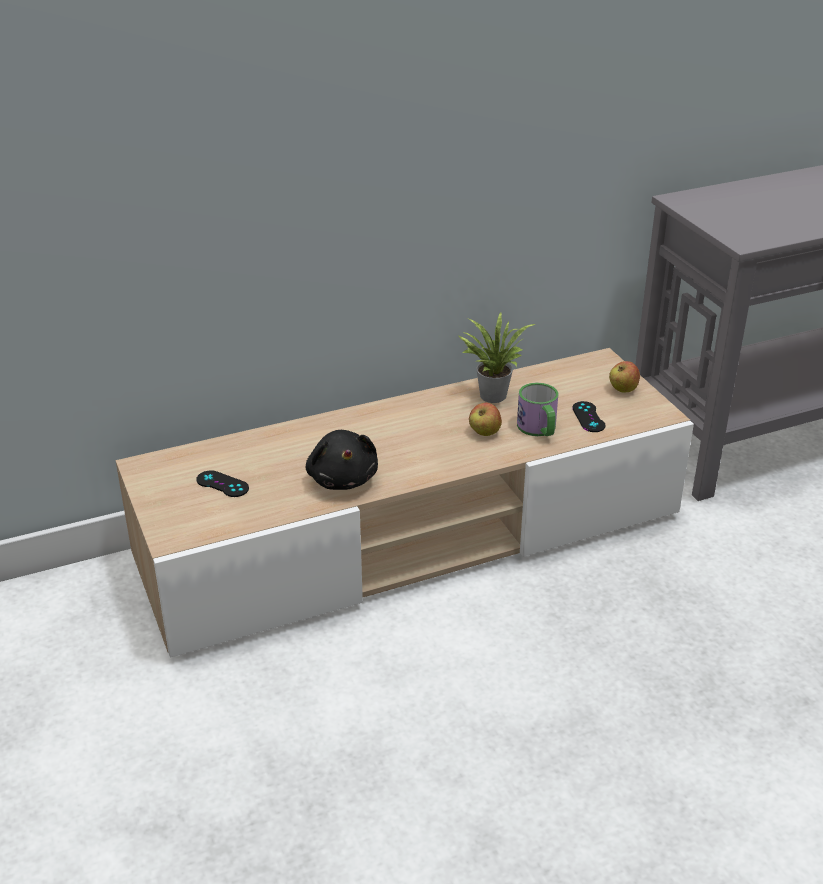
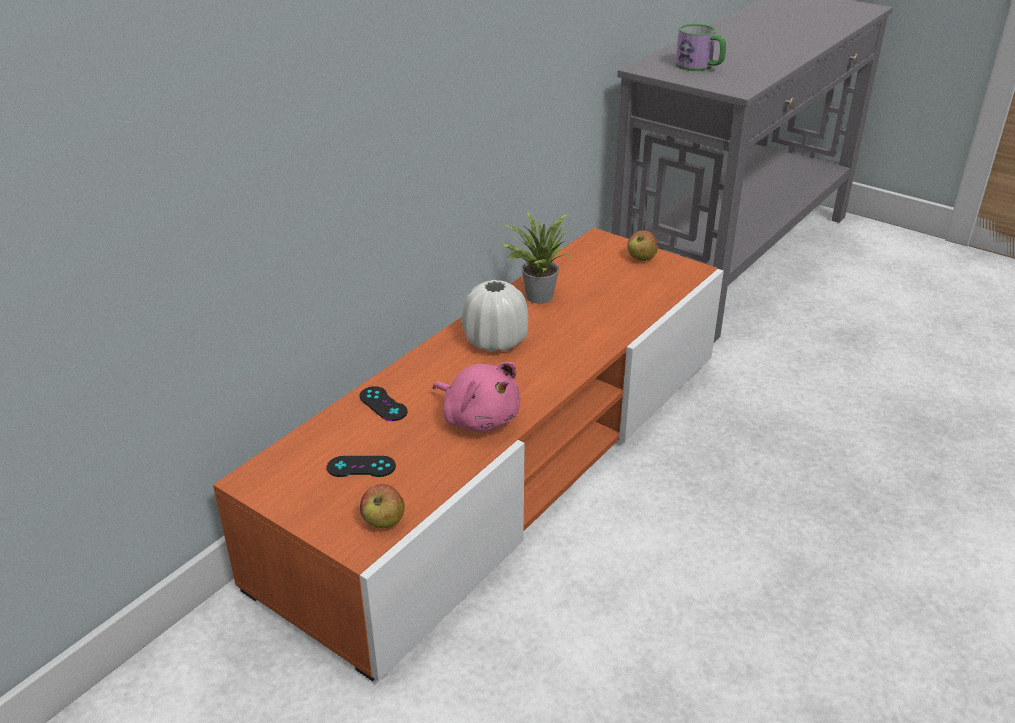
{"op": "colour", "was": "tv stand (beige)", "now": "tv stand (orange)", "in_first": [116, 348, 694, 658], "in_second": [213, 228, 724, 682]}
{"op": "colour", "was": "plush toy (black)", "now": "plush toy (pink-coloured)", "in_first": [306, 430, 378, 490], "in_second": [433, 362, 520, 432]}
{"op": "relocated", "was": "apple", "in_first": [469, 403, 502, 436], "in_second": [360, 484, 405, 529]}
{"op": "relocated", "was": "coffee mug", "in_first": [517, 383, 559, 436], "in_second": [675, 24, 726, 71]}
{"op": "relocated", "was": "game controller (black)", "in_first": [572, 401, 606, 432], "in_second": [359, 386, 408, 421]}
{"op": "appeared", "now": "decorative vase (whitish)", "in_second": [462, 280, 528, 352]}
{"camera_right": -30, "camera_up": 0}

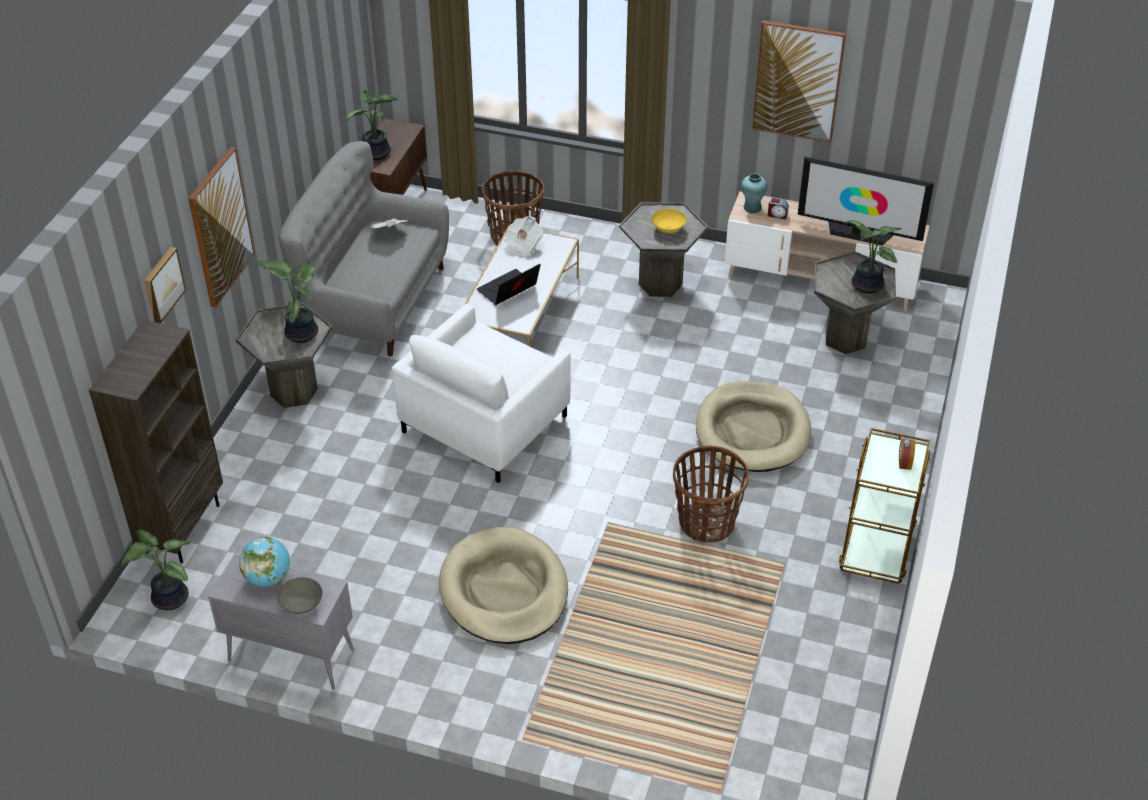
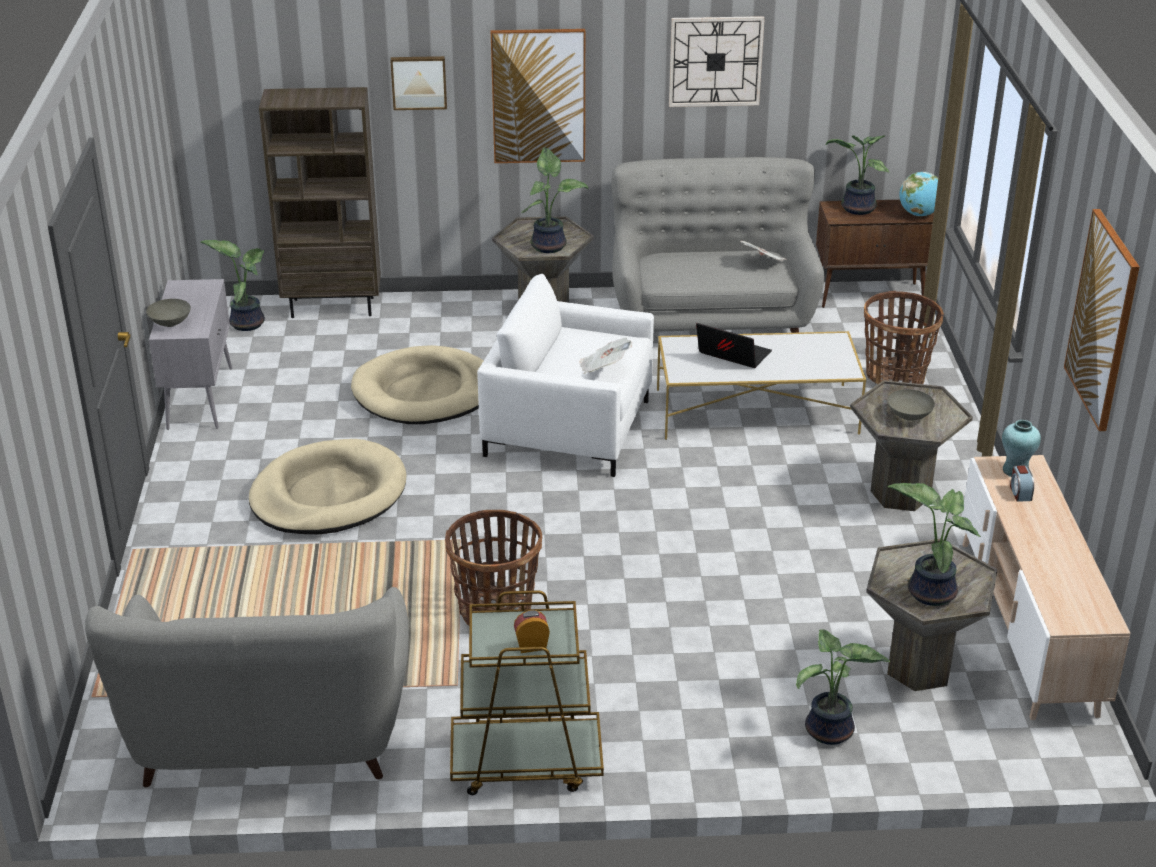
{"op": "relocated", "was": "desk globe", "in_first": [239, 537, 290, 587], "in_second": [899, 172, 938, 216]}
{"op": "relocated", "was": "printed paper", "in_first": [504, 216, 543, 257], "in_second": [579, 337, 632, 374]}
{"op": "colour", "was": "deep dish (yellow)", "now": "deep dish (gray)", "in_first": [652, 209, 686, 233], "in_second": [887, 389, 935, 421]}
{"op": "relocated", "was": "dog cushion (beige)", "in_first": [696, 381, 811, 472], "in_second": [351, 345, 483, 424]}
{"op": "missing", "was": "TV", "in_first": [798, 156, 934, 246]}
{"op": "appeared", "now": "settee (gray)", "in_second": [85, 587, 409, 787]}
{"op": "appeared", "now": "clock on the wall", "in_second": [669, 16, 765, 107]}
{"op": "appeared", "now": "plant in a pot", "in_second": [796, 629, 890, 745]}
{"camera_right": 70, "camera_up": -10}

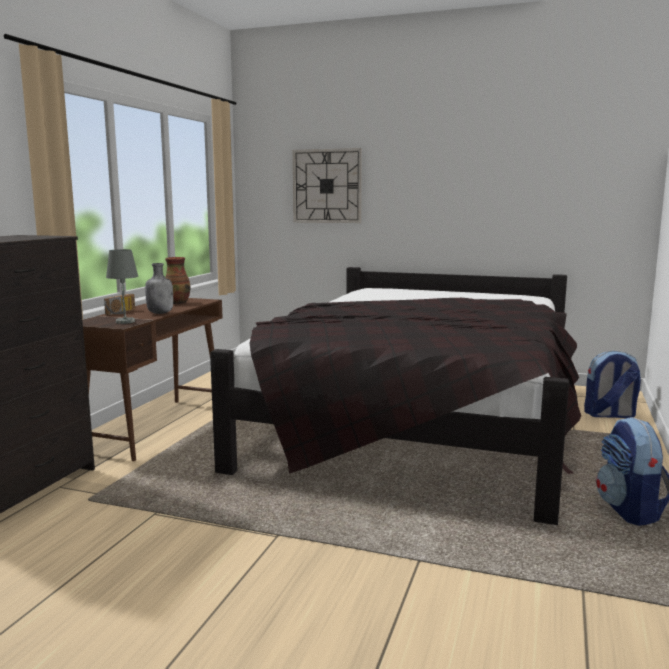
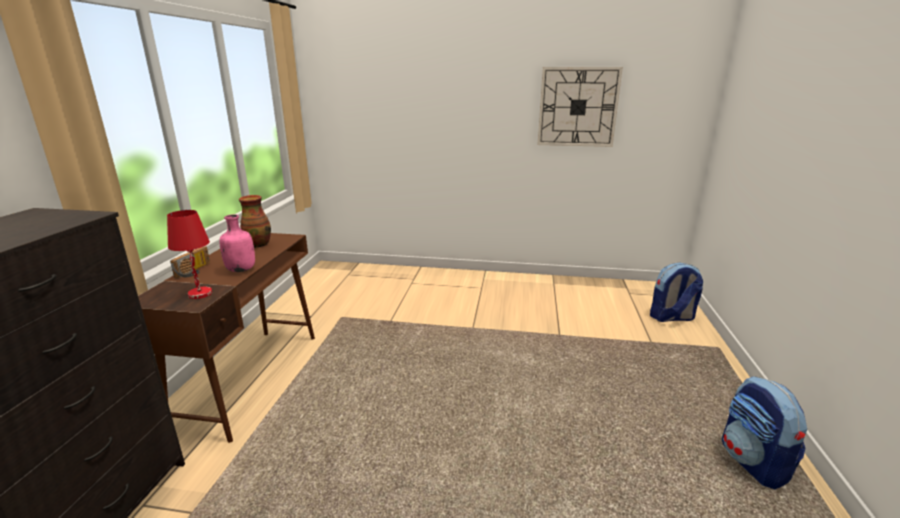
{"op": "colour", "was": "tabletop lamp (gray)", "now": "tabletop lamp (reddish)", "in_first": [106, 249, 138, 324], "in_second": [167, 210, 212, 299]}
{"op": "colour", "was": "beverage bottle (gray)", "now": "beverage bottle (pink-coloured)", "in_first": [145, 263, 173, 314], "in_second": [219, 214, 255, 272]}
{"op": "missing", "was": "bedroom bed (black)", "in_first": [210, 267, 581, 525]}
{"op": "relocated", "was": "clock on the wall", "in_first": [293, 148, 362, 223], "in_second": [537, 67, 623, 147]}
{"camera_right": -10, "camera_up": 10}

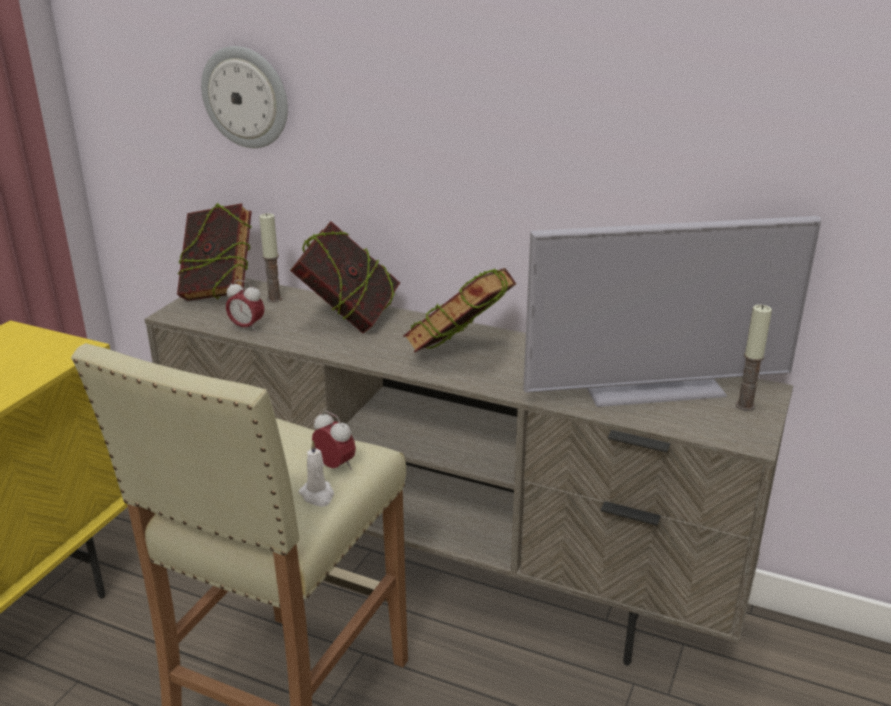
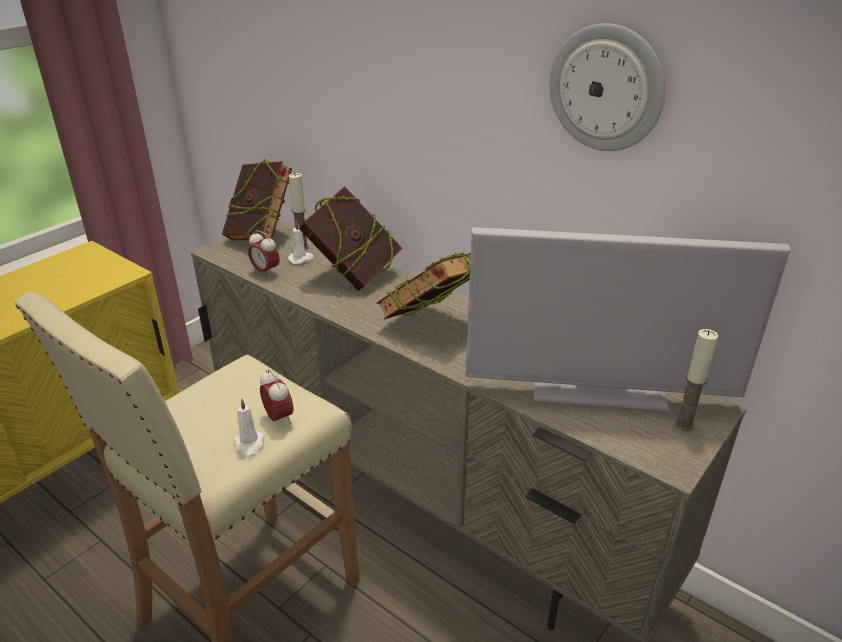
{"op": "relocated", "was": "clock on the wall", "in_first": [201, 46, 288, 148], "in_second": [550, 23, 665, 151]}
{"op": "appeared", "now": "wax light (whitish)", "in_second": [288, 220, 314, 264]}
{"camera_right": 15, "camera_up": 5}

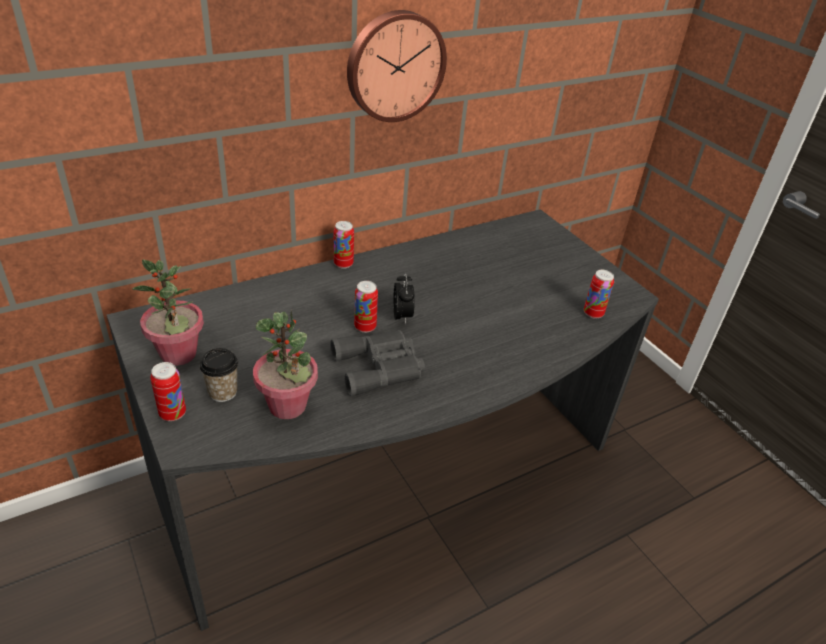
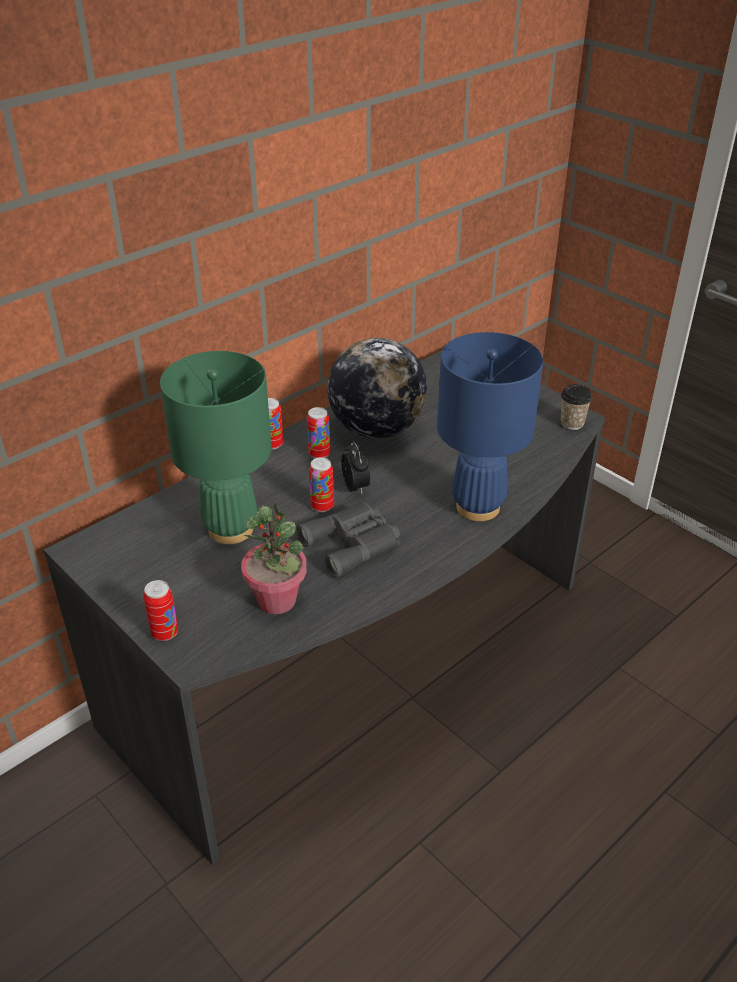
{"op": "missing", "was": "plant in a pot", "in_first": [132, 260, 204, 366]}
{"op": "relocated", "was": "small cup", "in_first": [200, 348, 238, 402], "in_second": [561, 384, 592, 430]}
{"op": "missing", "was": "clock on the wall", "in_first": [347, 10, 447, 122]}
{"op": "relocated", "was": "sealed can", "in_first": [584, 270, 614, 319], "in_second": [307, 407, 330, 458]}
{"op": "appeared", "now": "tabletop lamp (green)", "in_second": [160, 351, 272, 544]}
{"op": "appeared", "now": "desk globe", "in_second": [327, 338, 427, 439]}
{"op": "appeared", "now": "tabletop lamp (blue-coloured)", "in_second": [437, 332, 543, 521]}
{"camera_right": -10, "camera_up": 0}

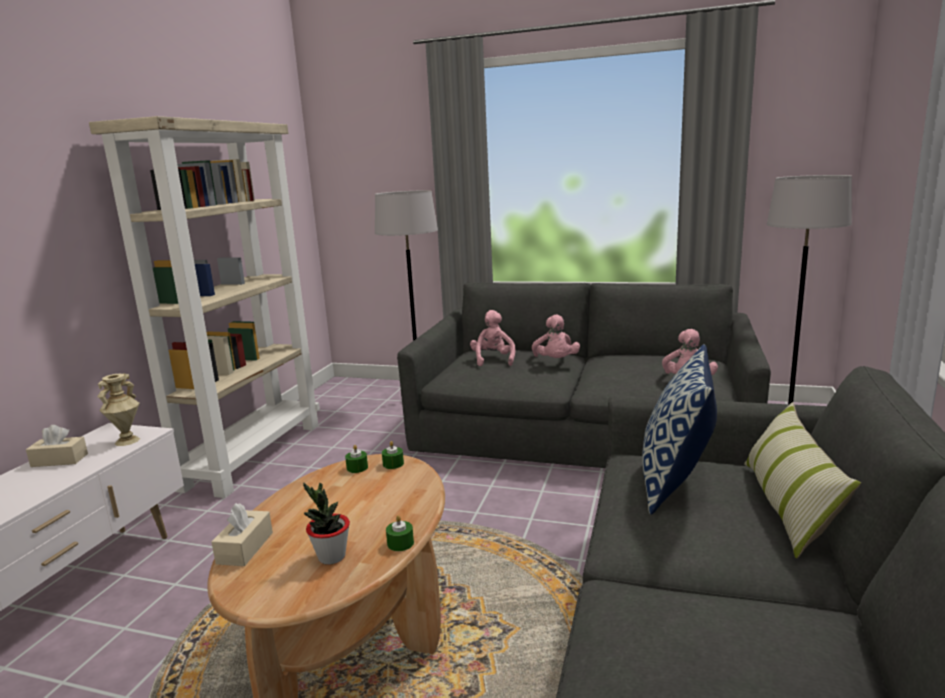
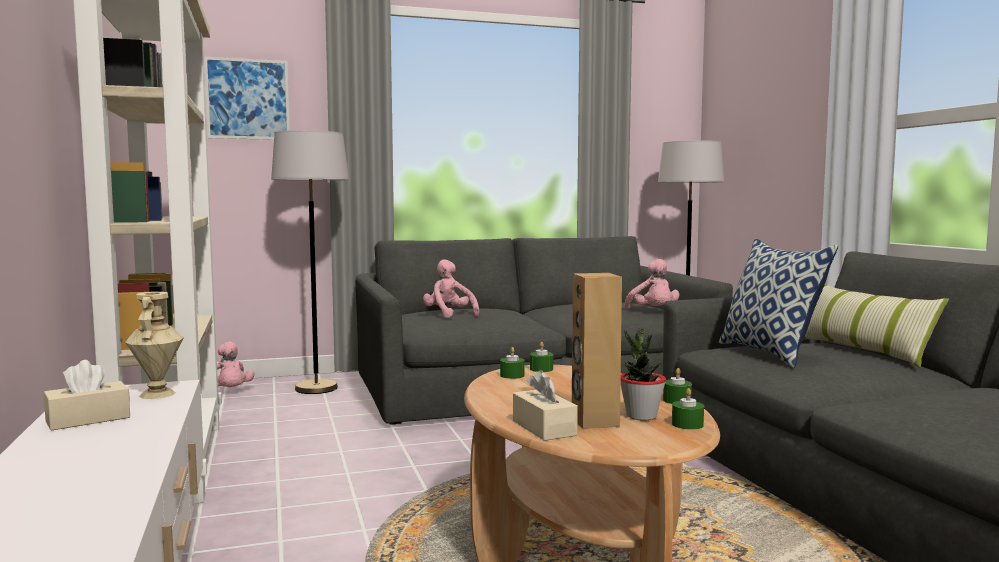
{"op": "relocated", "was": "plush toy (pink-coloured)", "in_first": [532, 314, 580, 358], "in_second": [200, 341, 255, 387]}
{"op": "appeared", "now": "wall art", "in_second": [204, 57, 290, 140]}
{"op": "appeared", "now": "audio speaker (brown)", "in_second": [572, 273, 622, 429]}
{"op": "appeared", "now": "wax light (green)", "in_second": [672, 388, 704, 430]}
{"camera_right": -35, "camera_up": -10}

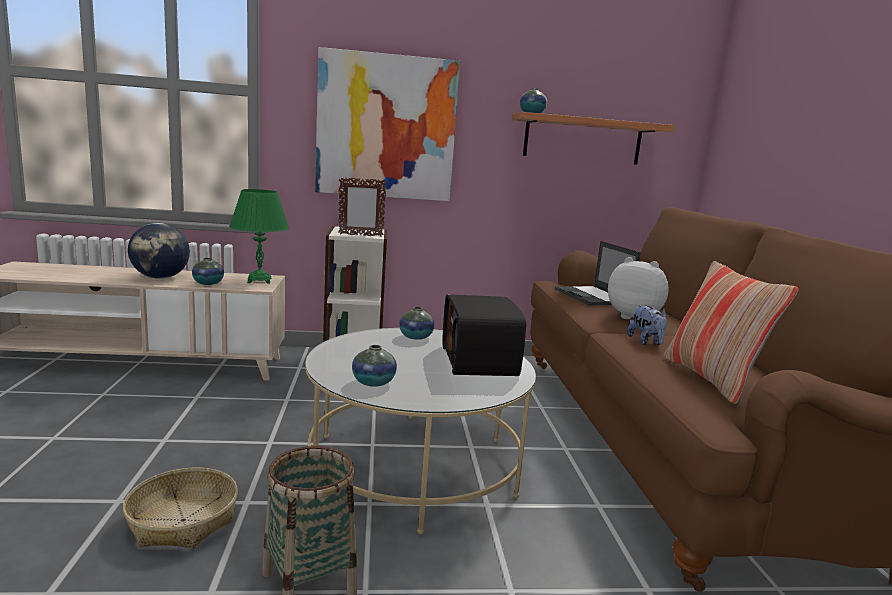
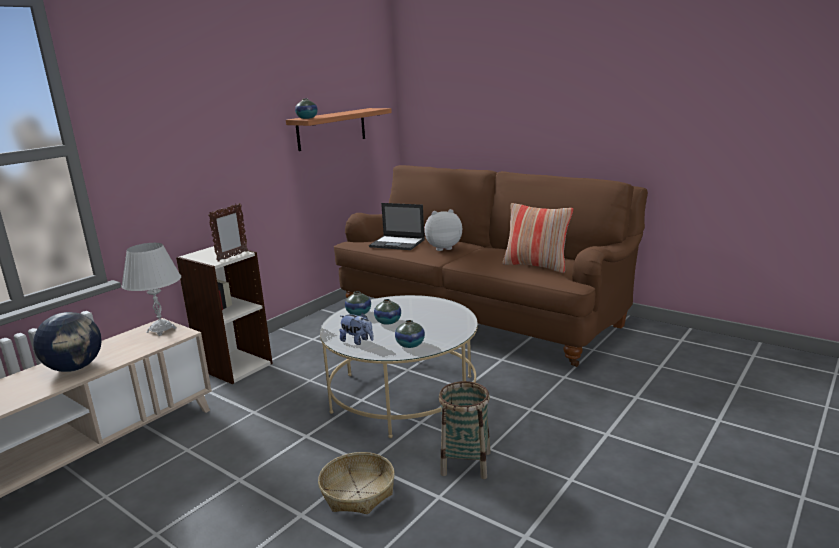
{"op": "relocated", "was": "decorative vase", "in_first": [192, 258, 224, 285], "in_second": [374, 299, 401, 325]}
{"op": "colour", "was": "tabletop lamp (green)", "now": "tabletop lamp (whitish)", "in_first": [229, 189, 289, 284], "in_second": [121, 243, 181, 336]}
{"op": "missing", "was": "wall art", "in_first": [315, 47, 460, 201]}
{"op": "missing", "was": "radio receiver", "in_first": [442, 294, 526, 376]}
{"op": "relocated", "was": "plush toy", "in_first": [627, 305, 668, 345], "in_second": [340, 313, 374, 345]}
{"camera_right": -45, "camera_up": 5}

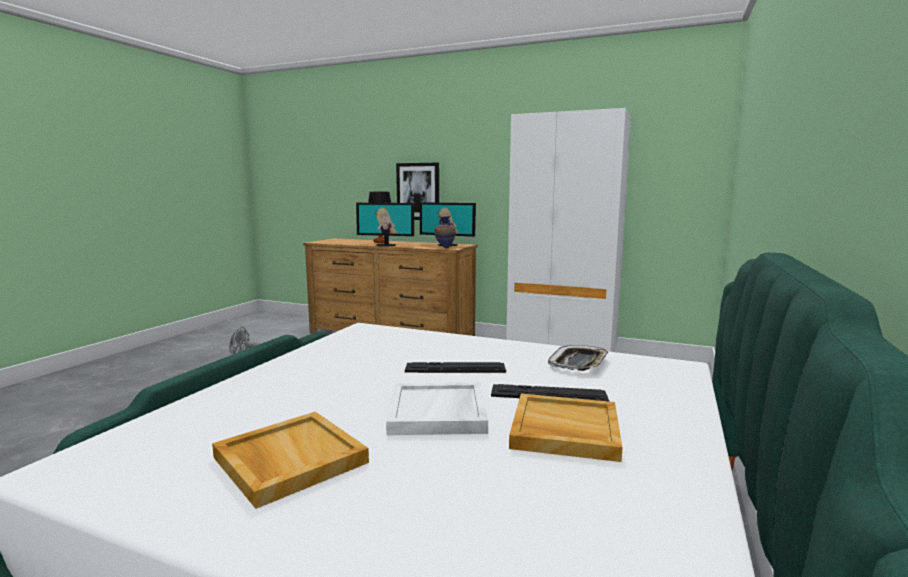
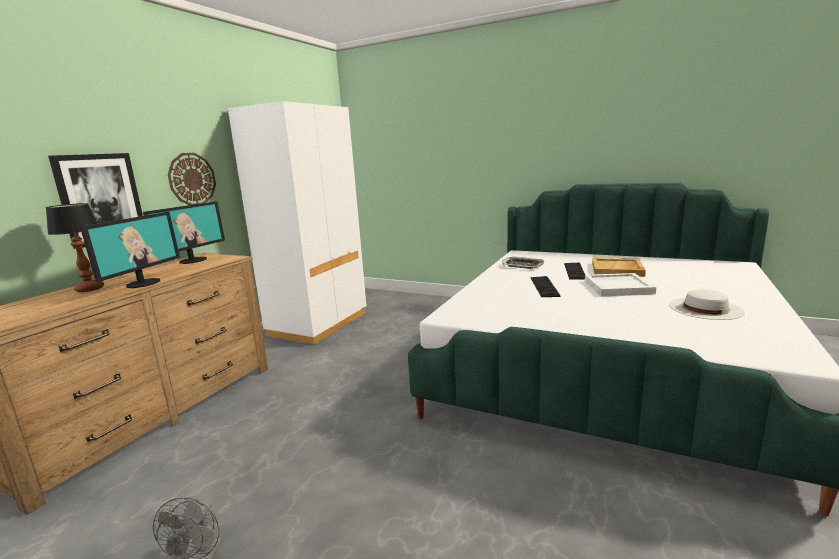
{"op": "exchanged", "was": "tray (beige)", "now": "hat (whitish)", "in_first": [212, 412, 369, 509], "in_second": [669, 289, 745, 320]}
{"op": "missing", "was": "decorative vase", "in_first": [435, 215, 456, 248]}
{"op": "appeared", "now": "clock on the wall", "in_second": [168, 153, 216, 205]}
{"camera_right": -85, "camera_up": 5}

